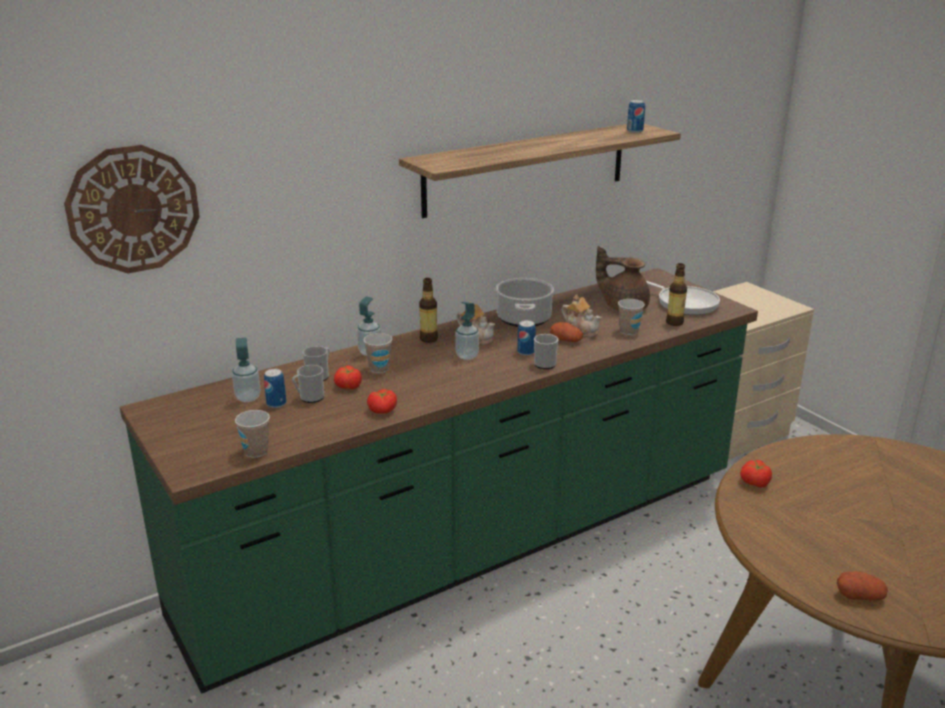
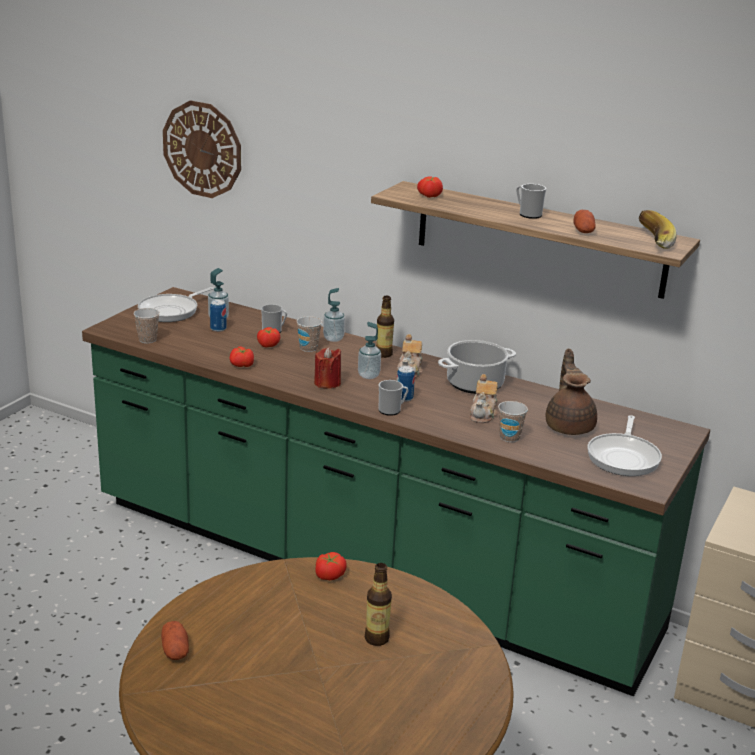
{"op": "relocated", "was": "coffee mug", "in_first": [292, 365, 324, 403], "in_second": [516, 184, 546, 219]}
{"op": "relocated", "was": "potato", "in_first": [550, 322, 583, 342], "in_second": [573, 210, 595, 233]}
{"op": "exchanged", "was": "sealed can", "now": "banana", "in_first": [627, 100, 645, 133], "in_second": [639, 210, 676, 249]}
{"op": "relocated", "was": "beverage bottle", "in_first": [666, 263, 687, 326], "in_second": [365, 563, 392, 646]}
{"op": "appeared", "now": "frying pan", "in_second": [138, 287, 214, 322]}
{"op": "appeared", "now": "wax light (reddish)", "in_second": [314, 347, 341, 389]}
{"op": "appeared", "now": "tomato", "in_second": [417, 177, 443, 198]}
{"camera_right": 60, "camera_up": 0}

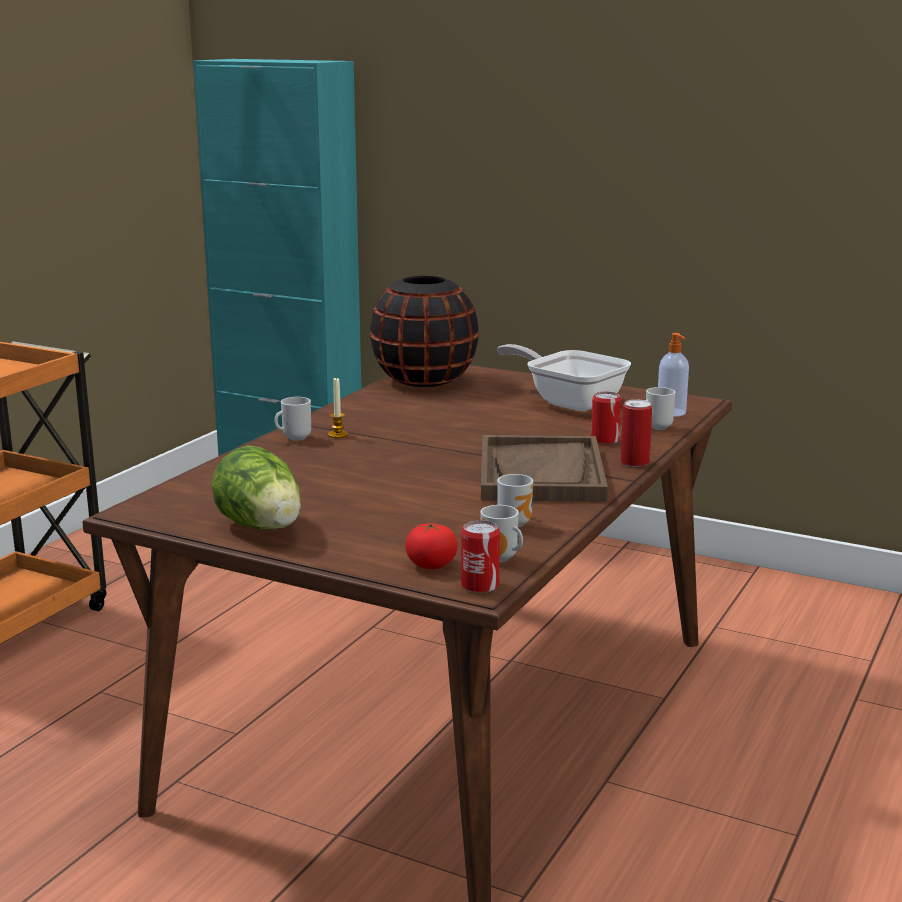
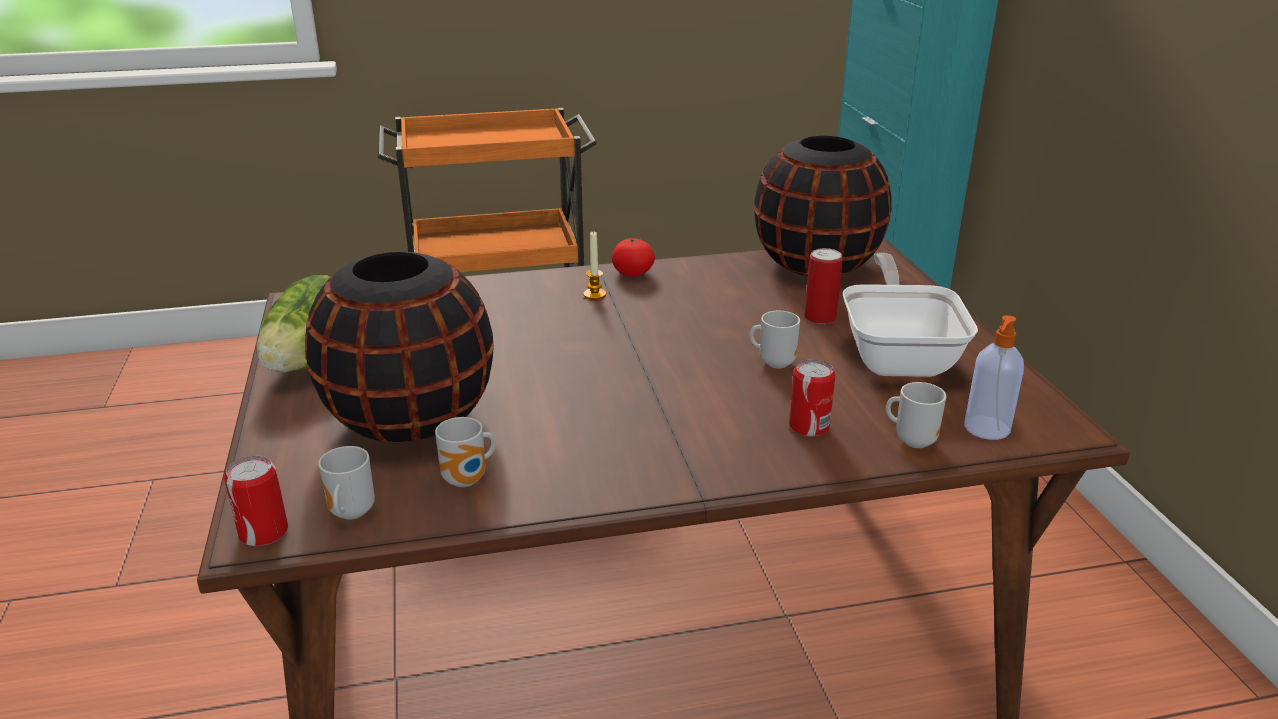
{"op": "relocated", "was": "coffee mug", "in_first": [274, 397, 311, 441], "in_second": [749, 311, 800, 369]}
{"op": "relocated", "was": "tomato", "in_first": [405, 522, 458, 569], "in_second": [612, 238, 655, 277]}
{"op": "missing", "was": "tray (brown)", "in_first": [481, 435, 608, 502]}
{"op": "relocated", "was": "sealed can", "in_first": [621, 399, 652, 467], "in_second": [804, 248, 843, 324]}
{"op": "appeared", "now": "decorative vase (black)", "in_second": [305, 252, 494, 443]}
{"camera_right": 50, "camera_up": 10}

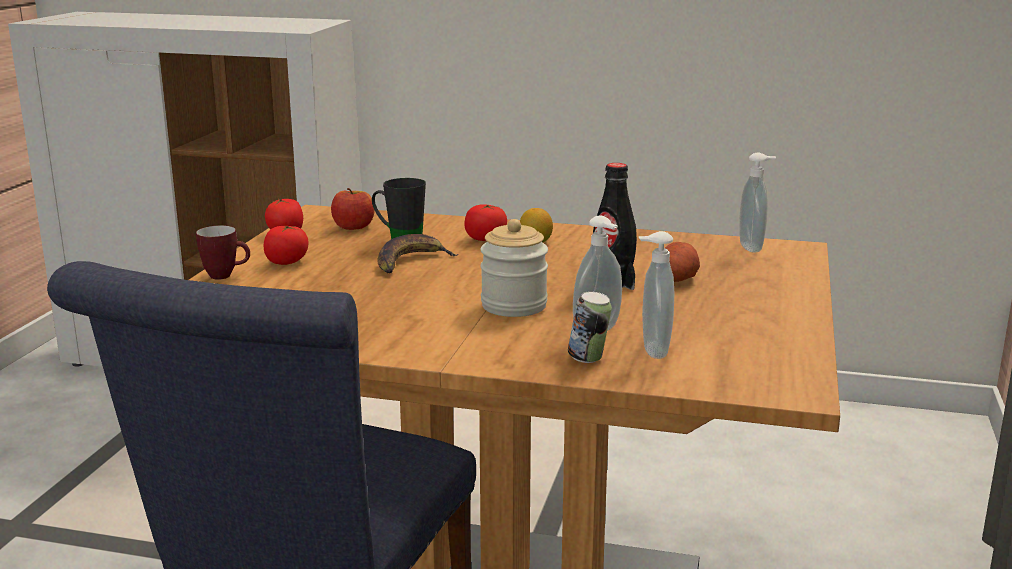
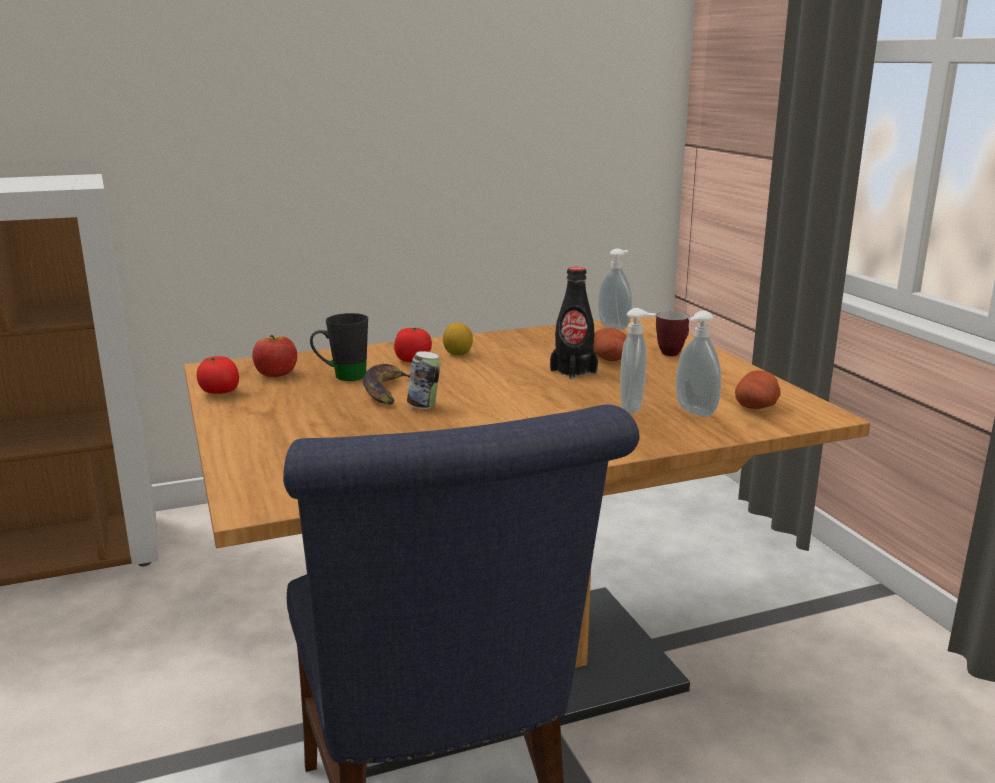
{"op": "relocated", "was": "coffee mug", "in_first": [196, 225, 250, 280], "in_second": [656, 312, 689, 356]}
{"op": "missing", "was": "tomato", "in_first": [264, 226, 308, 265]}
{"op": "missing", "was": "storage jar", "in_first": [480, 219, 548, 317]}
{"op": "relocated", "was": "sealed can", "in_first": [568, 291, 612, 363], "in_second": [407, 351, 441, 409]}
{"op": "appeared", "now": "potato", "in_second": [735, 370, 781, 409]}
{"camera_right": -35, "camera_up": 0}

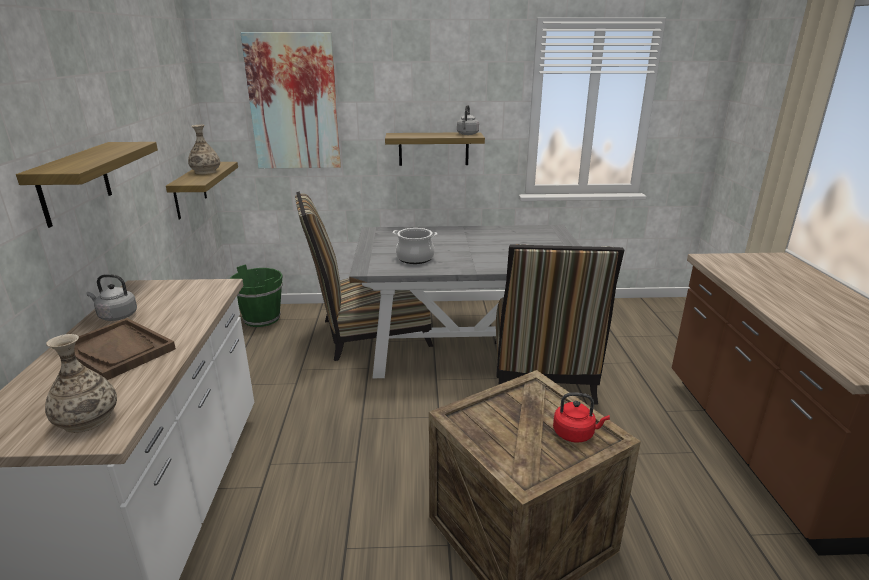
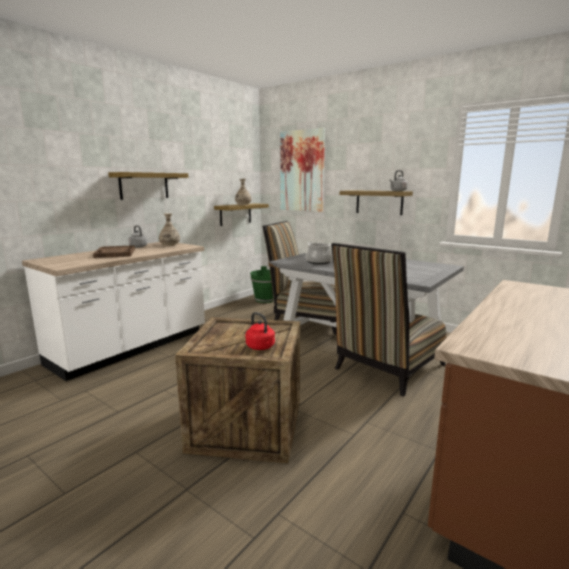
{"op": "relocated", "was": "decorative vase", "in_first": [45, 334, 117, 433], "in_second": [159, 213, 180, 246]}
{"camera_right": 40, "camera_up": -10}

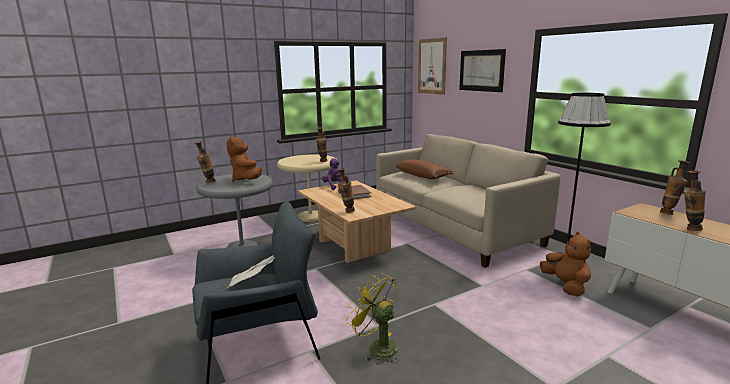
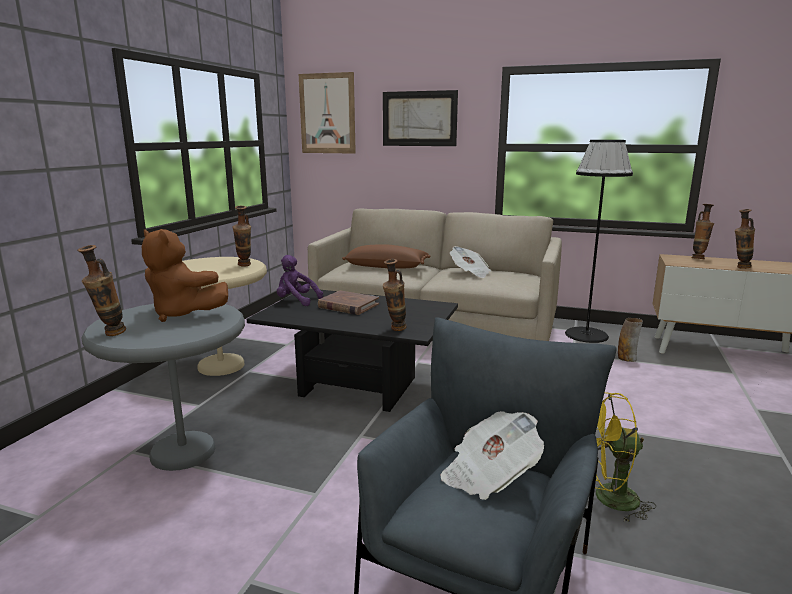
{"op": "colour", "was": "lounge table (beige)", "now": "lounge table (black)", "in_first": [298, 180, 416, 263], "in_second": [247, 289, 458, 412]}
{"op": "exchanged", "was": "plush toy (brown)", "now": "decorative vase", "in_first": [540, 232, 591, 297], "in_second": [618, 318, 643, 362]}
{"op": "appeared", "now": "printed paper", "in_second": [450, 246, 492, 278]}
{"camera_right": -40, "camera_up": 0}

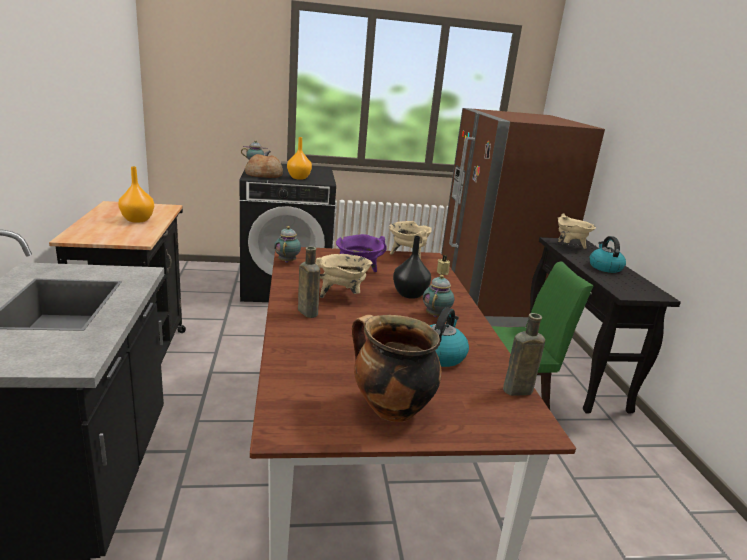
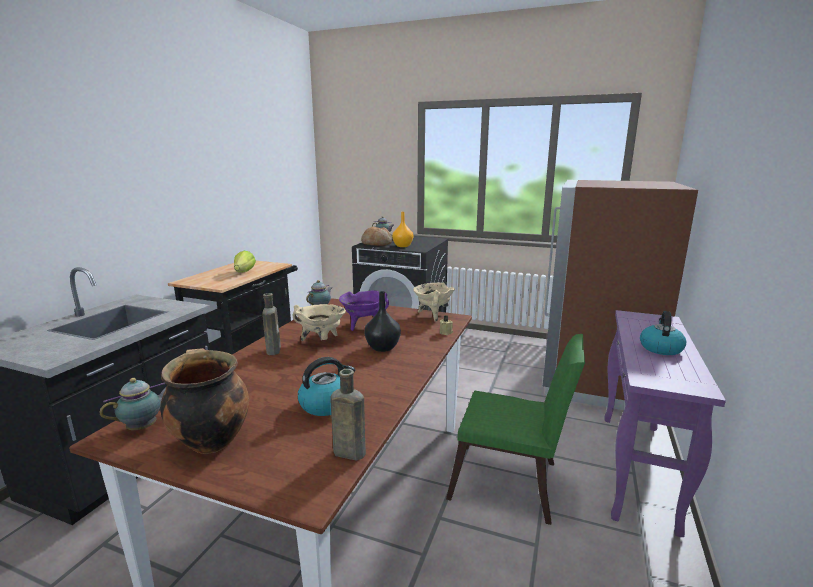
{"op": "exchanged", "was": "decorative vase (orange)", "now": "lettuce", "in_first": [118, 166, 154, 223], "in_second": [234, 251, 256, 273]}
{"op": "relocated", "was": "teapot", "in_first": [423, 275, 454, 317], "in_second": [100, 378, 166, 430]}
{"op": "colour", "was": "hall table (black)", "now": "hall table (purple)", "in_first": [530, 237, 681, 414], "in_second": [604, 310, 726, 537]}
{"op": "missing", "was": "stockpot (beige)", "in_first": [557, 213, 596, 249]}
{"camera_right": 30, "camera_up": -5}

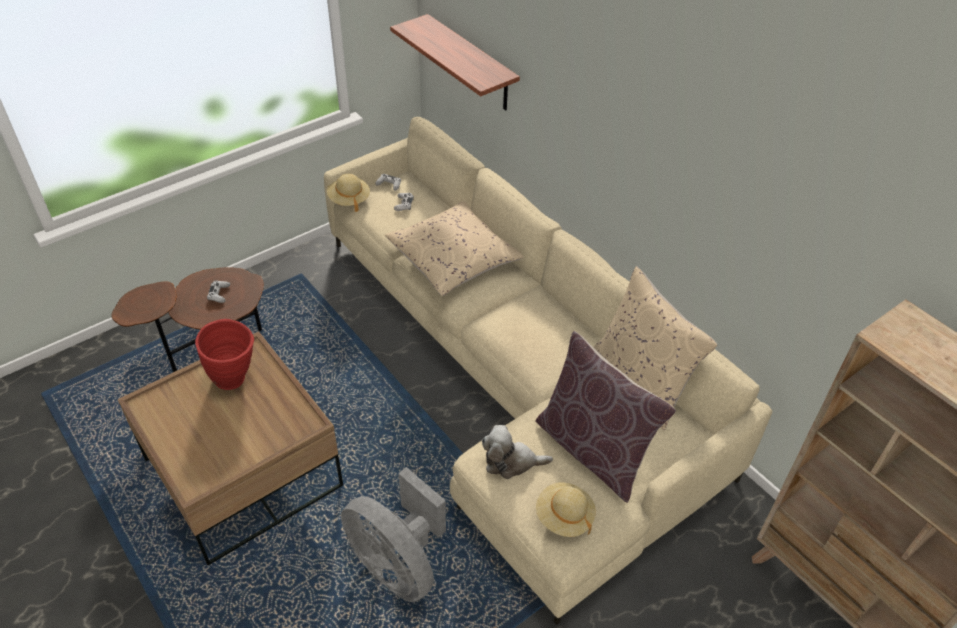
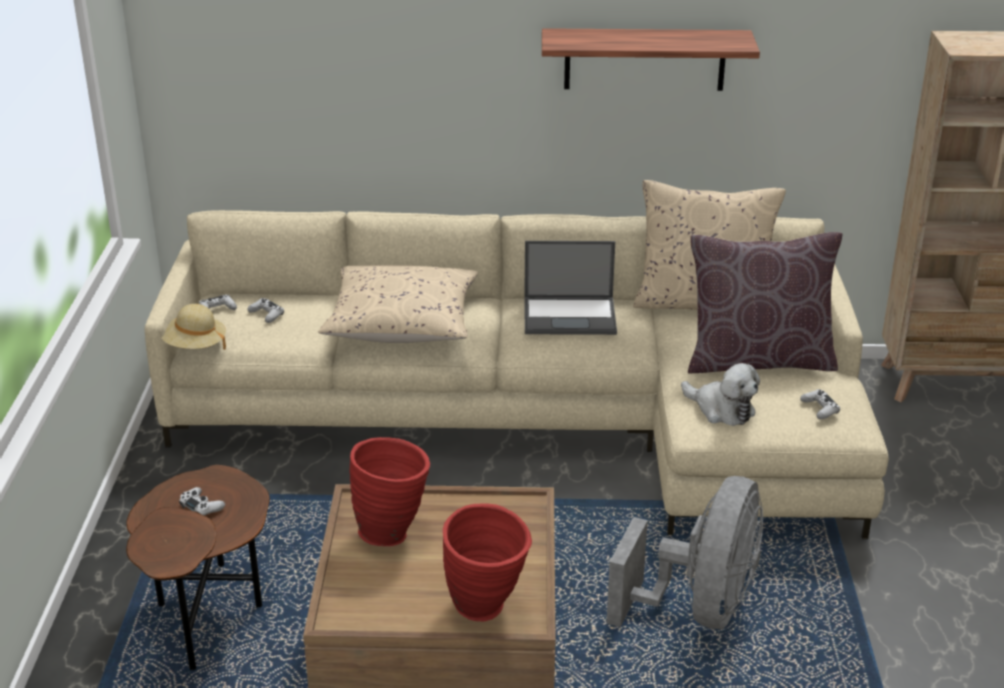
{"op": "spun", "was": "cooling fan (gray)", "in_first": [341, 467, 446, 602], "in_second": [606, 476, 763, 629], "clockwise": -60}
{"op": "relocated", "was": "shelf", "in_first": [390, 14, 520, 111], "in_second": [542, 28, 760, 91]}
{"op": "spun", "was": "plush toy", "in_first": [482, 425, 553, 479], "in_second": [681, 363, 760, 426], "clockwise": -90}
{"op": "exchanged", "was": "hat (beige)", "now": "game controller (whitish)", "in_first": [536, 482, 596, 537], "in_second": [800, 389, 840, 419]}
{"op": "appeared", "now": "decorative vase (reddish)", "in_second": [443, 504, 532, 621]}
{"op": "appeared", "now": "notebook computer", "in_second": [524, 241, 617, 335]}
{"camera_right": -50, "camera_up": -15}

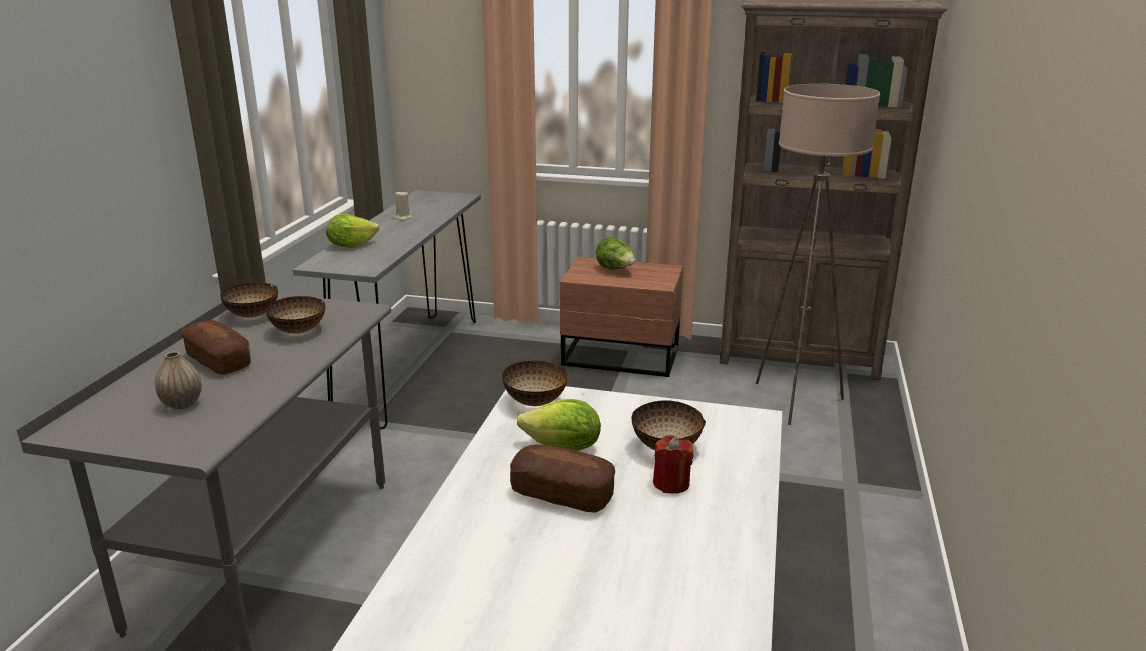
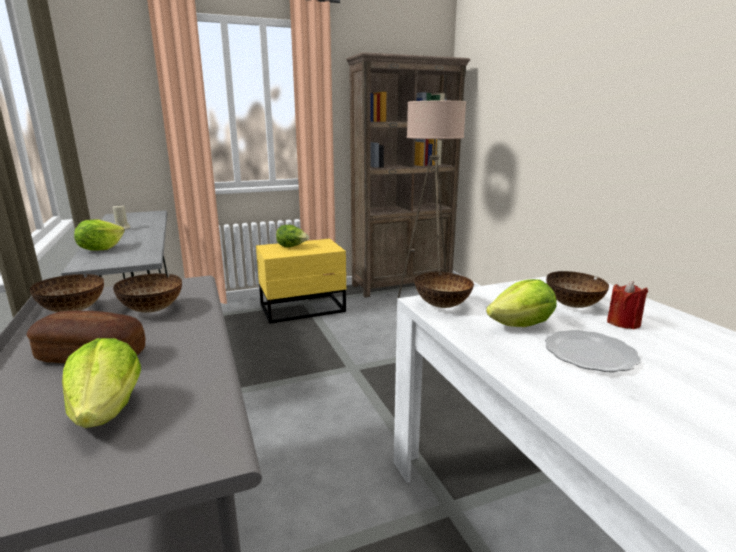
{"op": "exchanged", "was": "decorative vase", "now": "lettuce", "in_first": [155, 351, 202, 409], "in_second": [62, 338, 141, 428]}
{"op": "exchanged", "was": "bakery bread", "now": "dinner plate", "in_first": [510, 444, 615, 512], "in_second": [545, 330, 641, 372]}
{"op": "colour", "was": "nightstand (brown)", "now": "nightstand (yellow)", "in_first": [560, 257, 683, 377], "in_second": [256, 239, 346, 324]}
{"camera_right": -35, "camera_up": -5}

